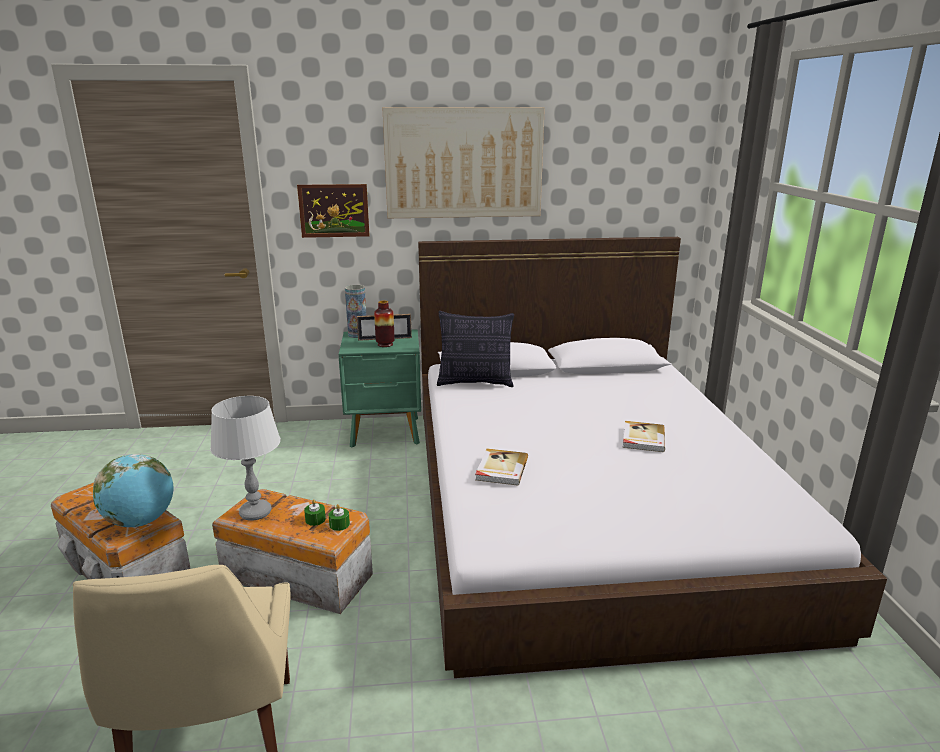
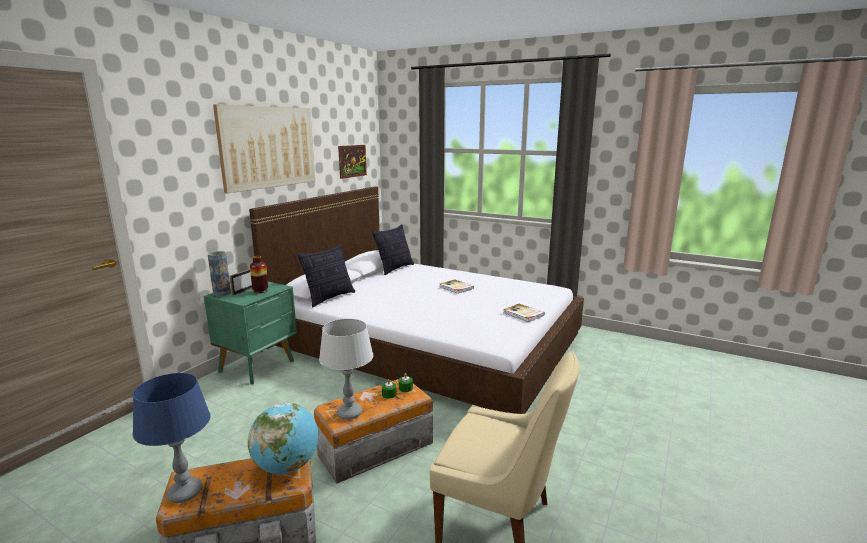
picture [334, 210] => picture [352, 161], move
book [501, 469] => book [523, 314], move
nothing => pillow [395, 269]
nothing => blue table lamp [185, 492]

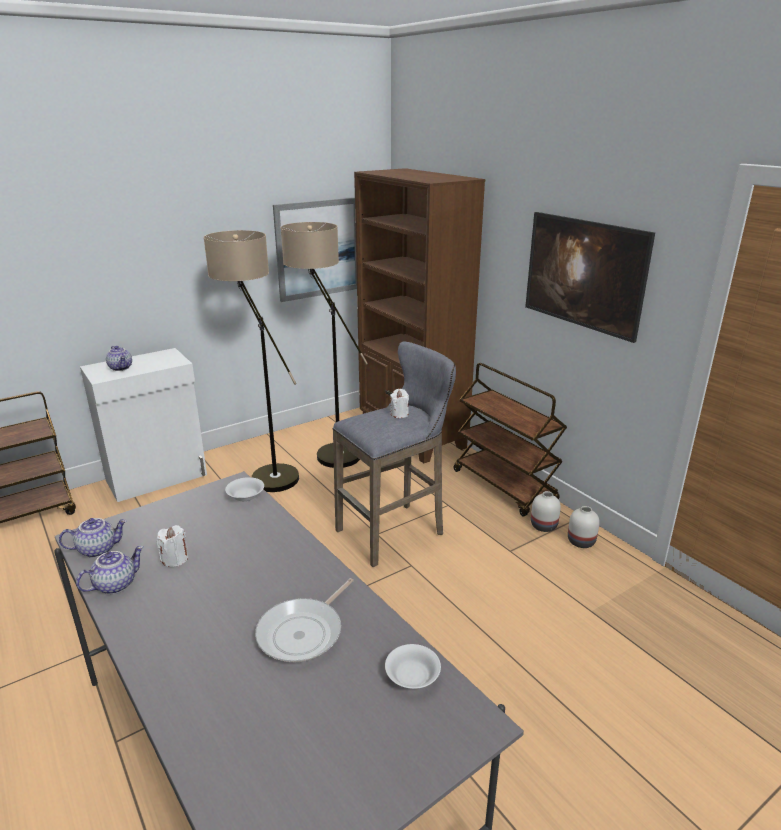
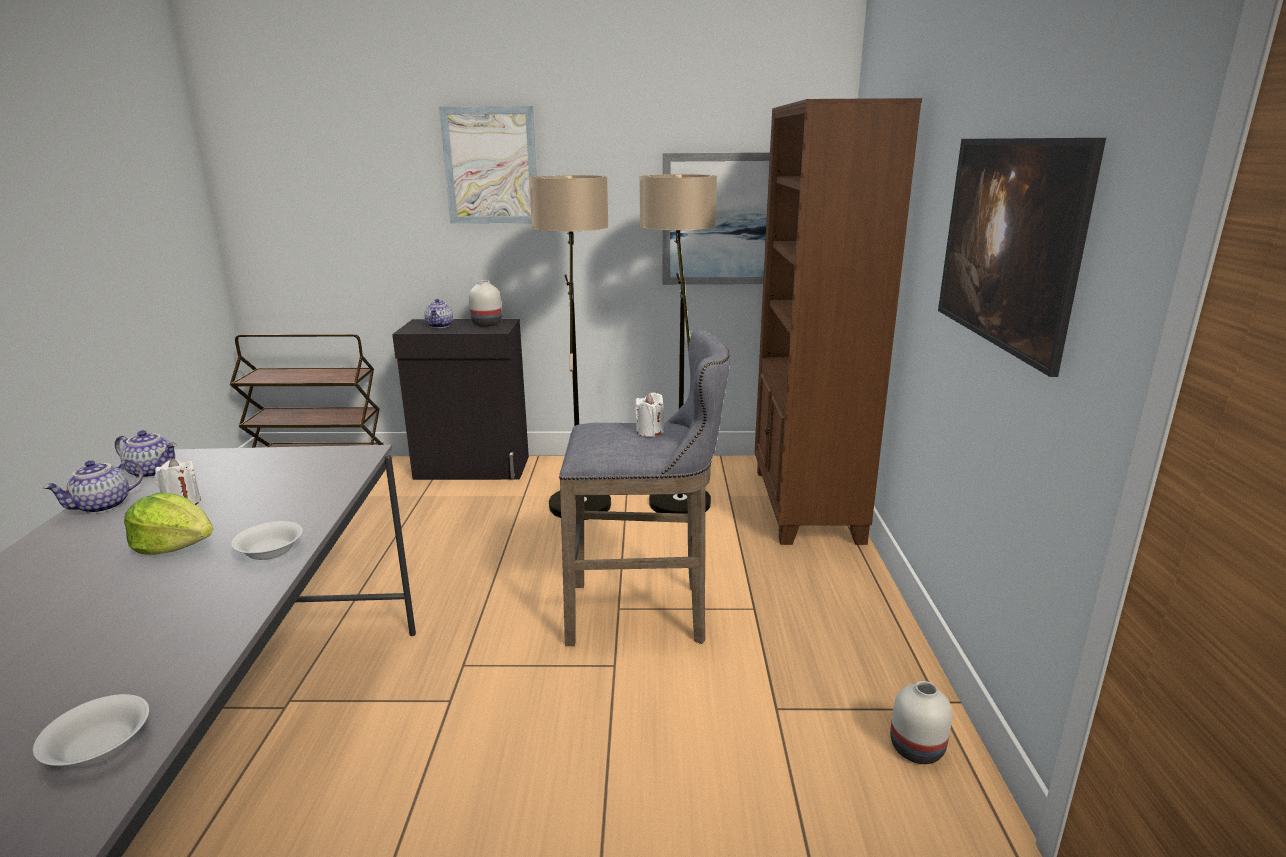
white cabinet [158, 478] => black cabinet [473, 468]
brown cart [504, 486] => nothing
white bowl [245, 496] => white bowl [269, 552], move
white vase [543, 526] => white vase [486, 324], move
teapot [115, 584] => teapot [103, 506], 135 degrees clockwise
frying pan [303, 632] => nothing
nothing => picture [491, 166]
nothing => lettuce [175, 546]

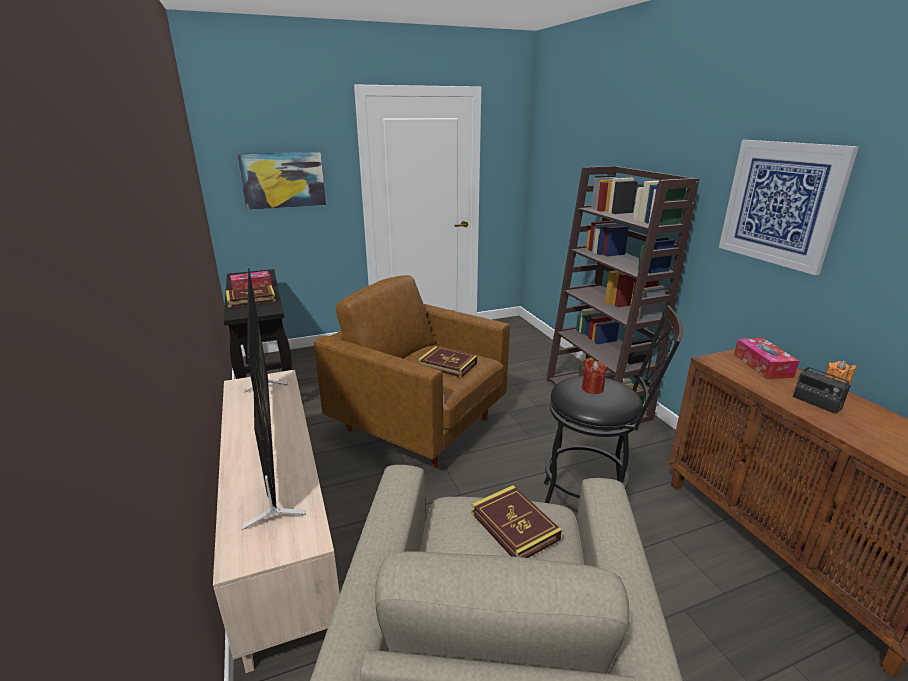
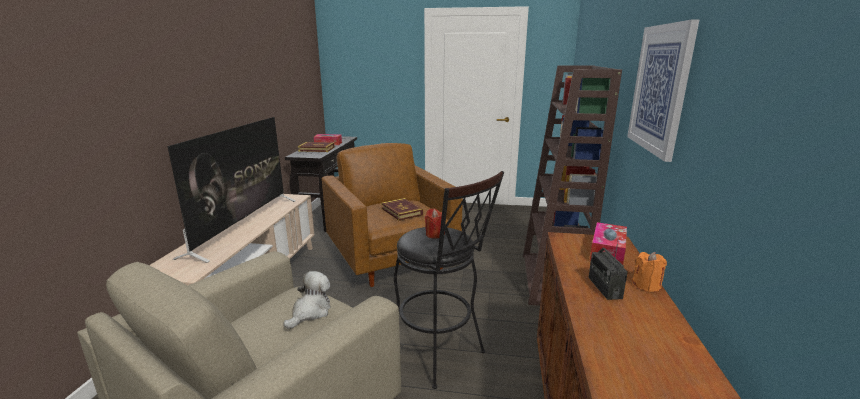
picture [283, 180] => nothing
book [514, 526] => plush toy [310, 312]

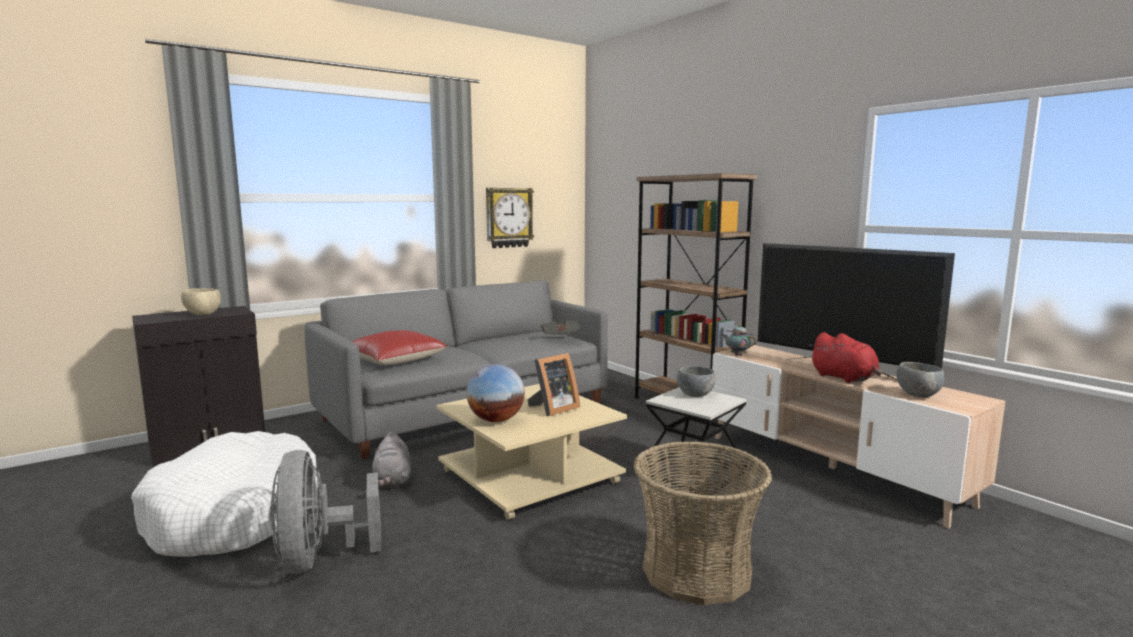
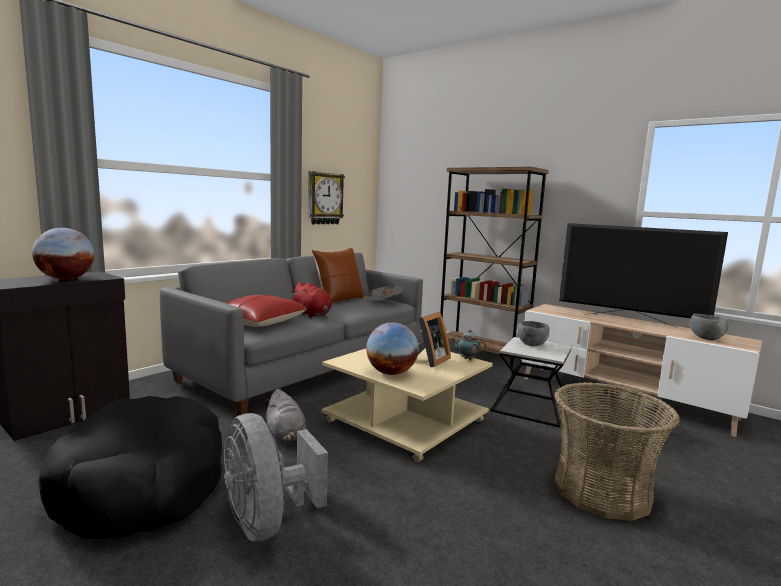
beige bowl [202, 314] => globe [66, 279]
teapot [737, 355] => teapot [466, 359], move
red plush toy [845, 378] => red plush toy [312, 315], move
white dog bed [234, 514] => black dog bed [143, 484]
nothing => brown pillow [338, 300]

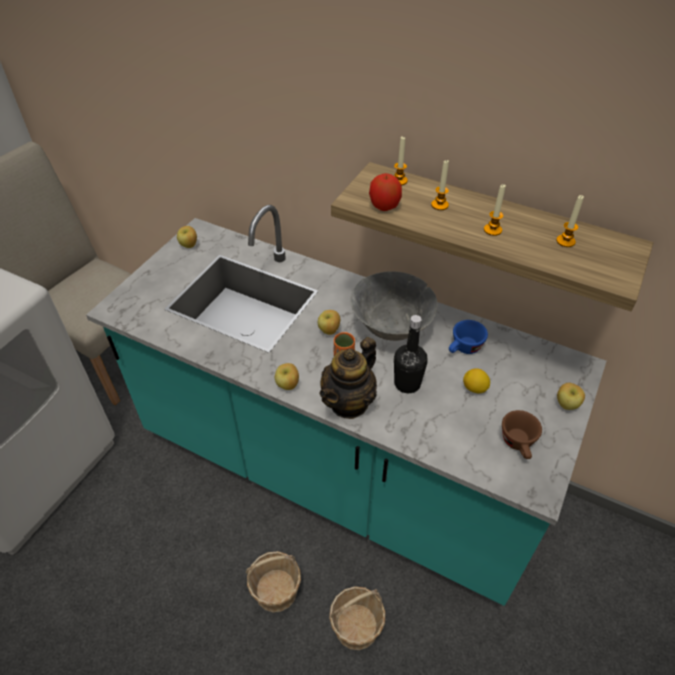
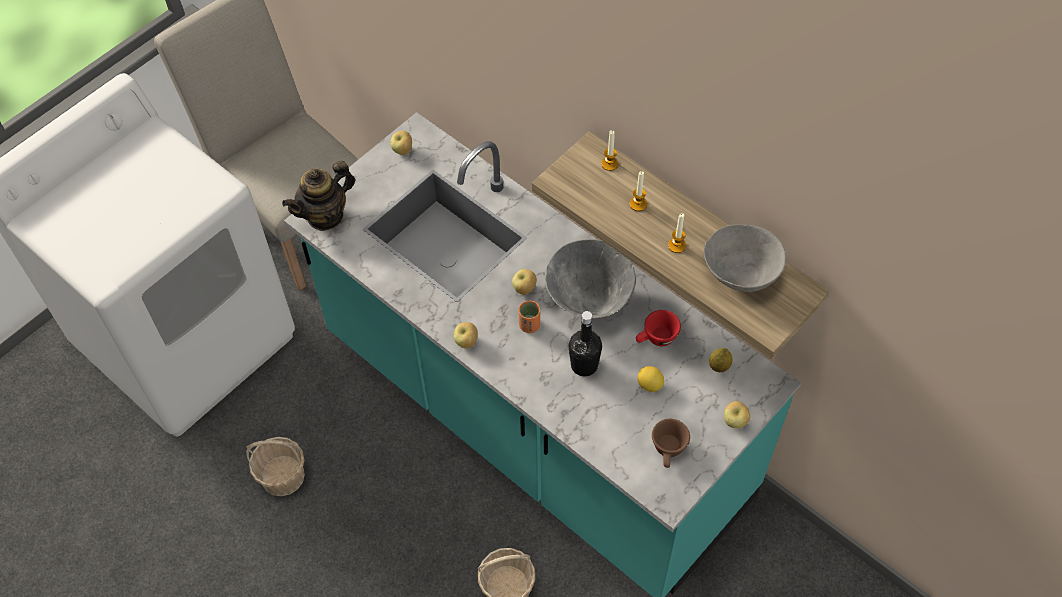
apple [384, 206] => nothing
candle [565, 241] => grey bowl [741, 273]
blue cup [463, 349] => red cup [656, 339]
teapot [349, 402] => teapot [325, 216], move
basket [276, 590] => basket [283, 476], move
nothing => lemon [719, 366]

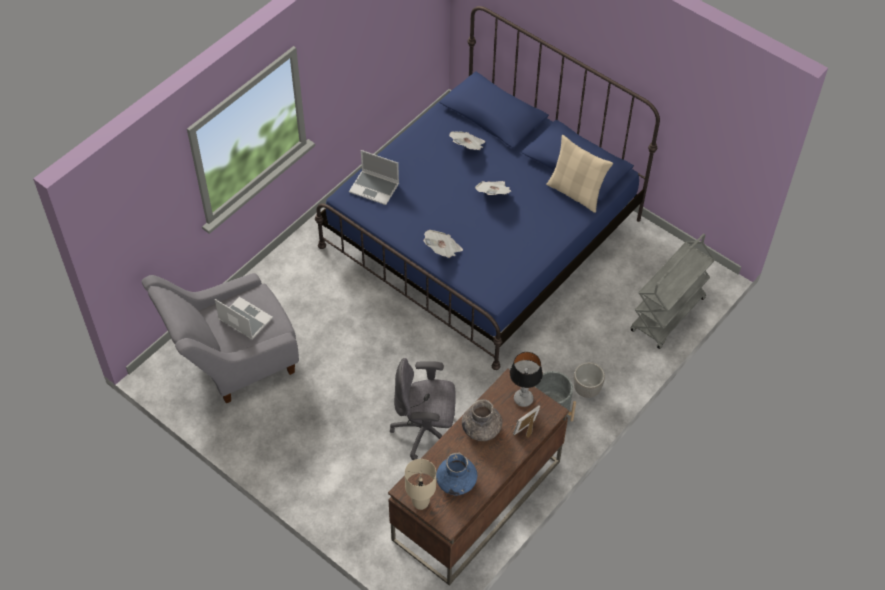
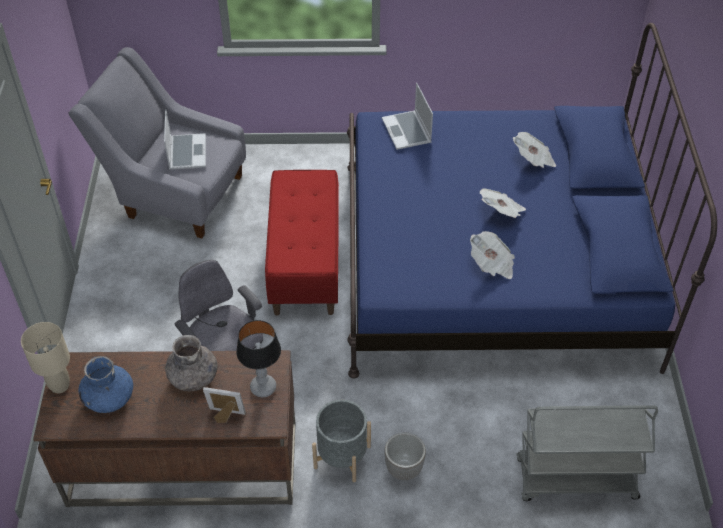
beige pillow [575, 193] => nothing
newspaper [443, 250] => newspaper [492, 264], move
nothing => red bench [306, 263]

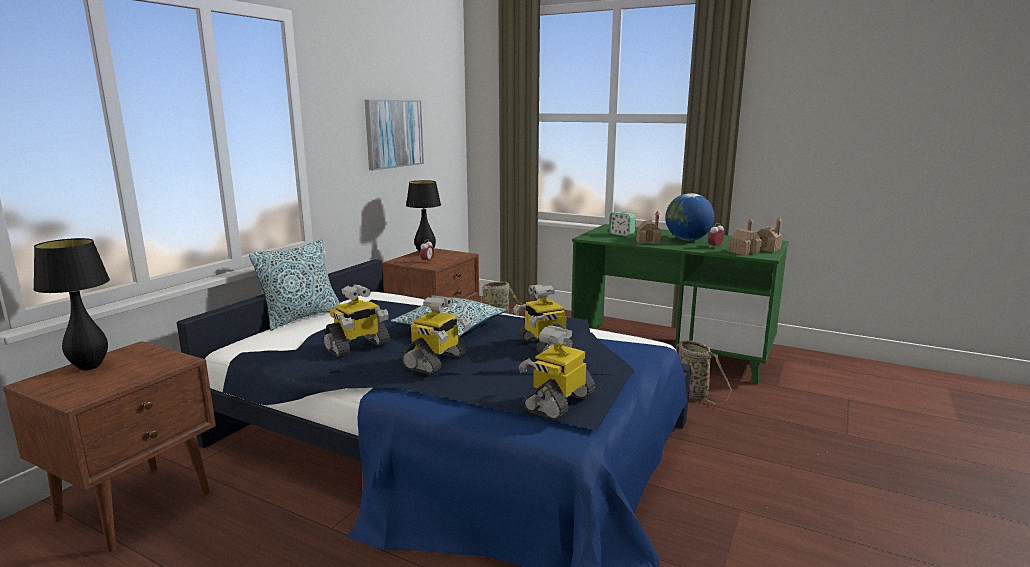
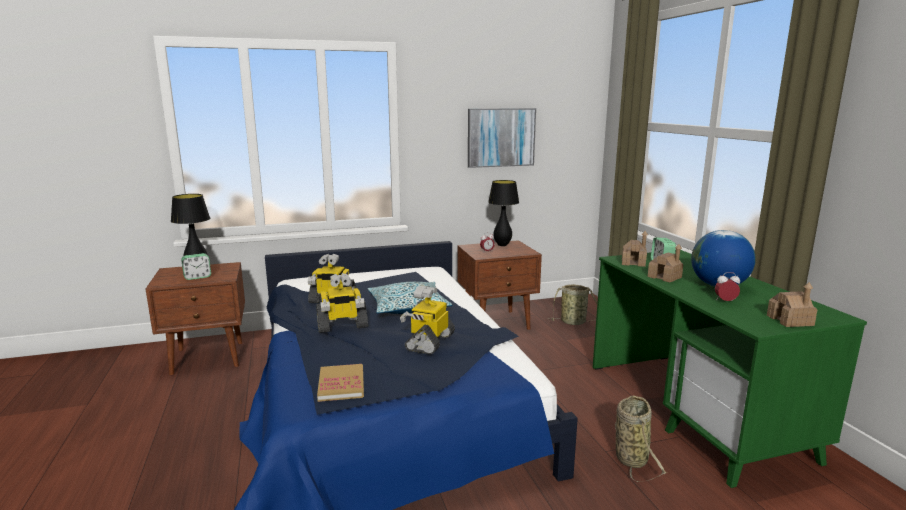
toy house [743, 252] => toy house [633, 262], move
pillow [301, 317] => nothing
toy robot [558, 402] => book [341, 385]
nothing => alarm clock [197, 277]

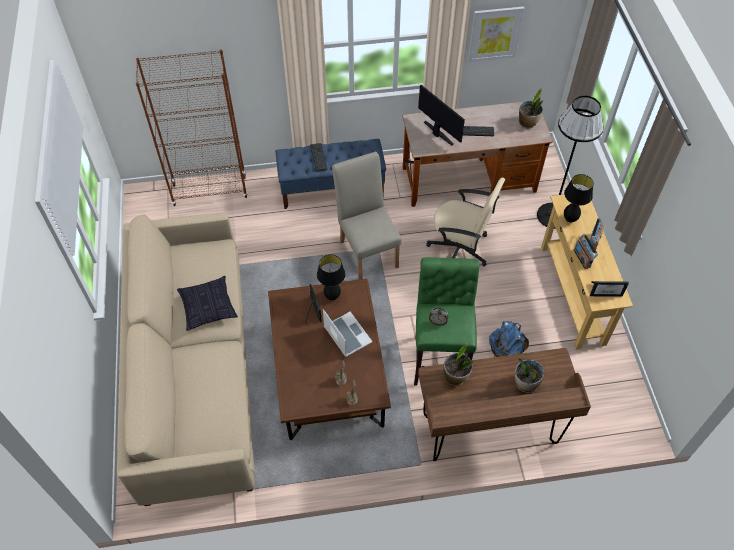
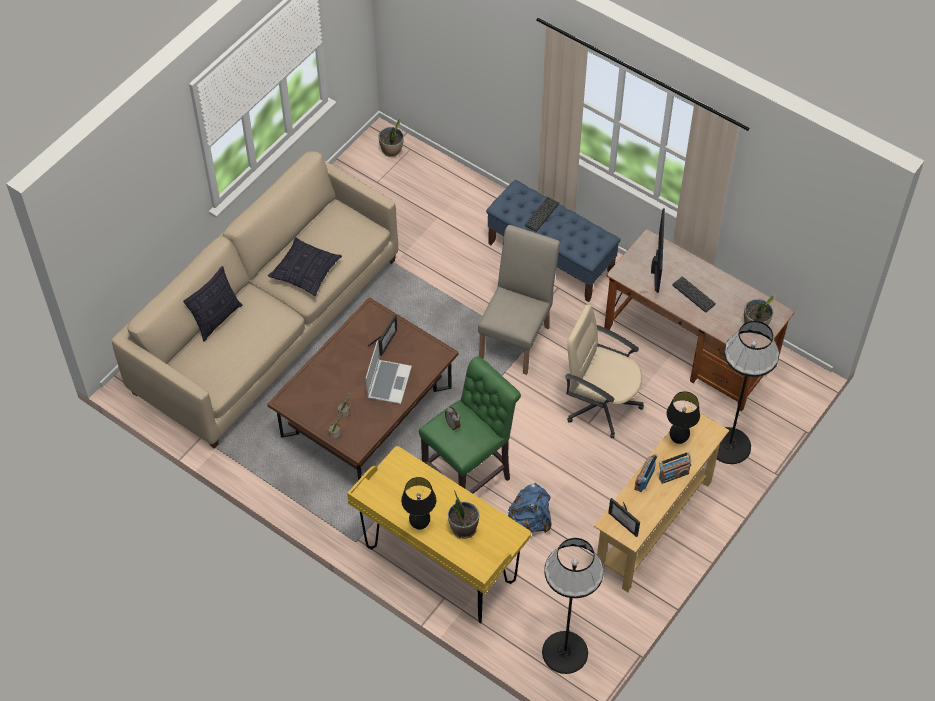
picture [495, 33] => nothing
brown bookcase [210, 191] => nothing
beige office chair [460, 249] => beige office chair [601, 403], 135 degrees clockwise
black table lamp [332, 296] => black table lamp [420, 524], move
potted plant [455, 376] => potted plant [392, 150], move
brown desk [489, 430] => yellow desk [440, 566]
nothing => pillow [217, 319]
nothing => black floor lamp [565, 652]

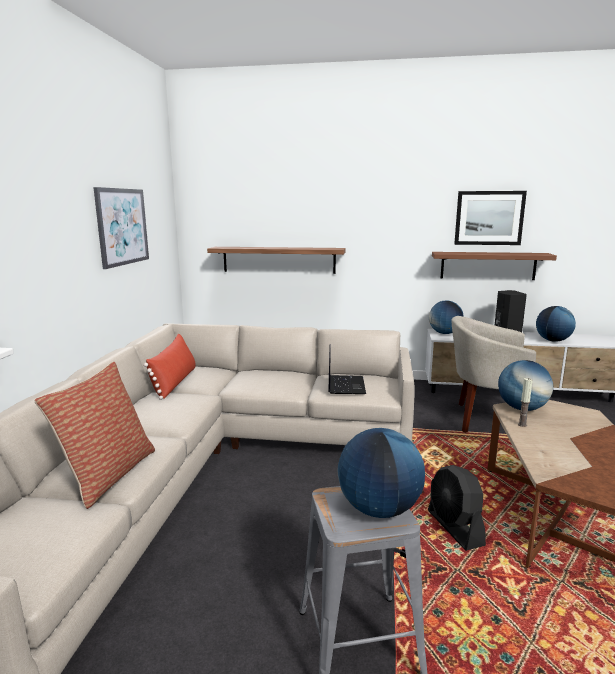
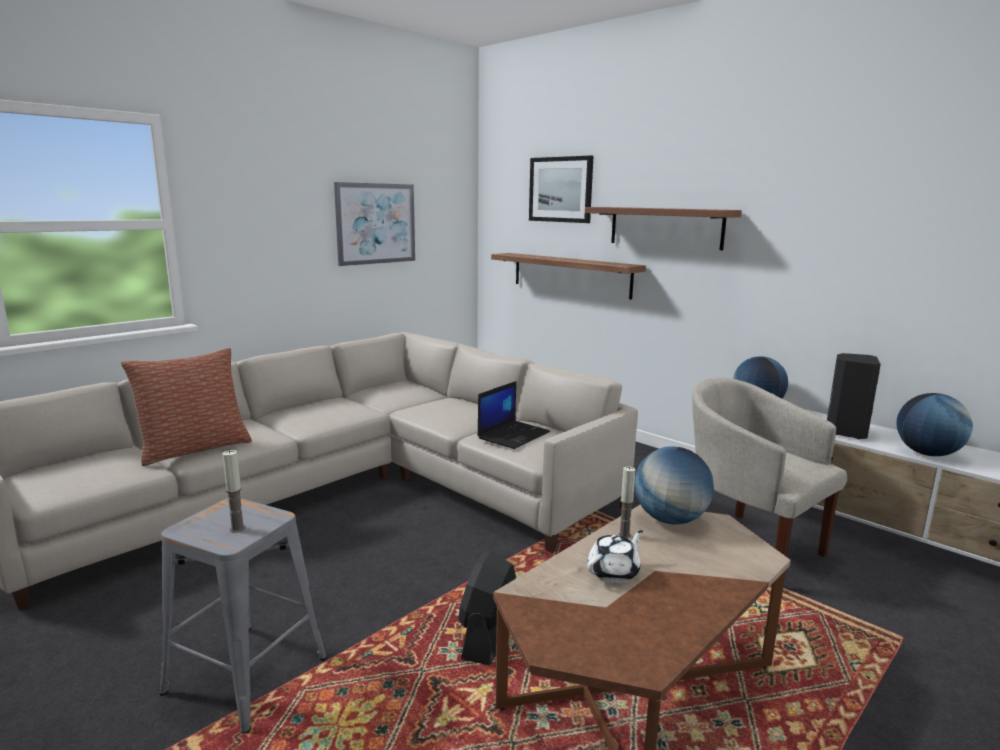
picture [489, 218] => picture [560, 189], move
brown shelf [488, 265] => brown shelf [665, 227], move
red pillow [175, 382] => nothing
globe [379, 509] => candle [237, 529]
nothing => white teapot [614, 572]

